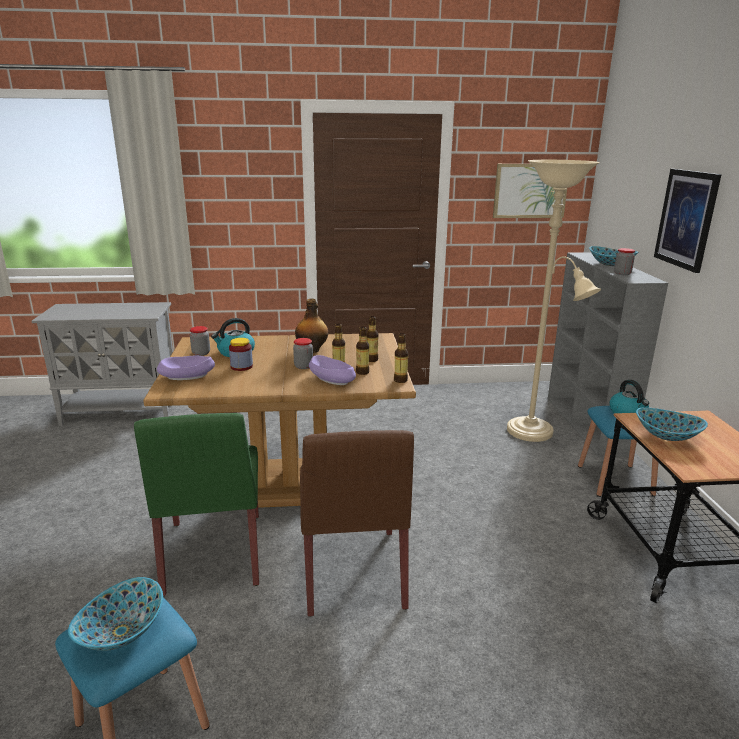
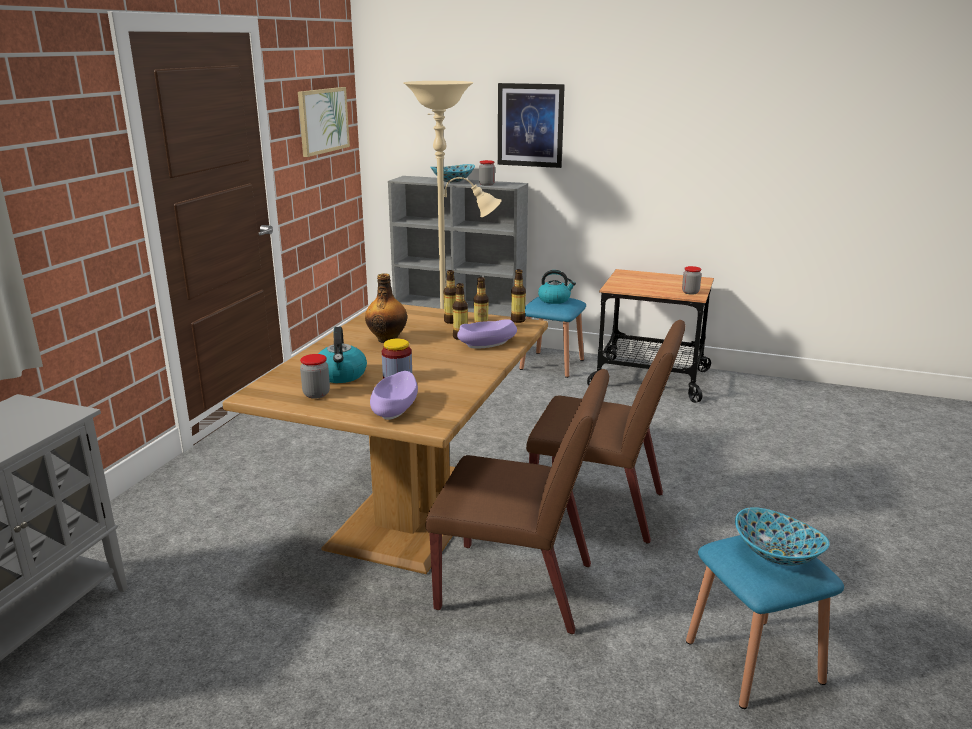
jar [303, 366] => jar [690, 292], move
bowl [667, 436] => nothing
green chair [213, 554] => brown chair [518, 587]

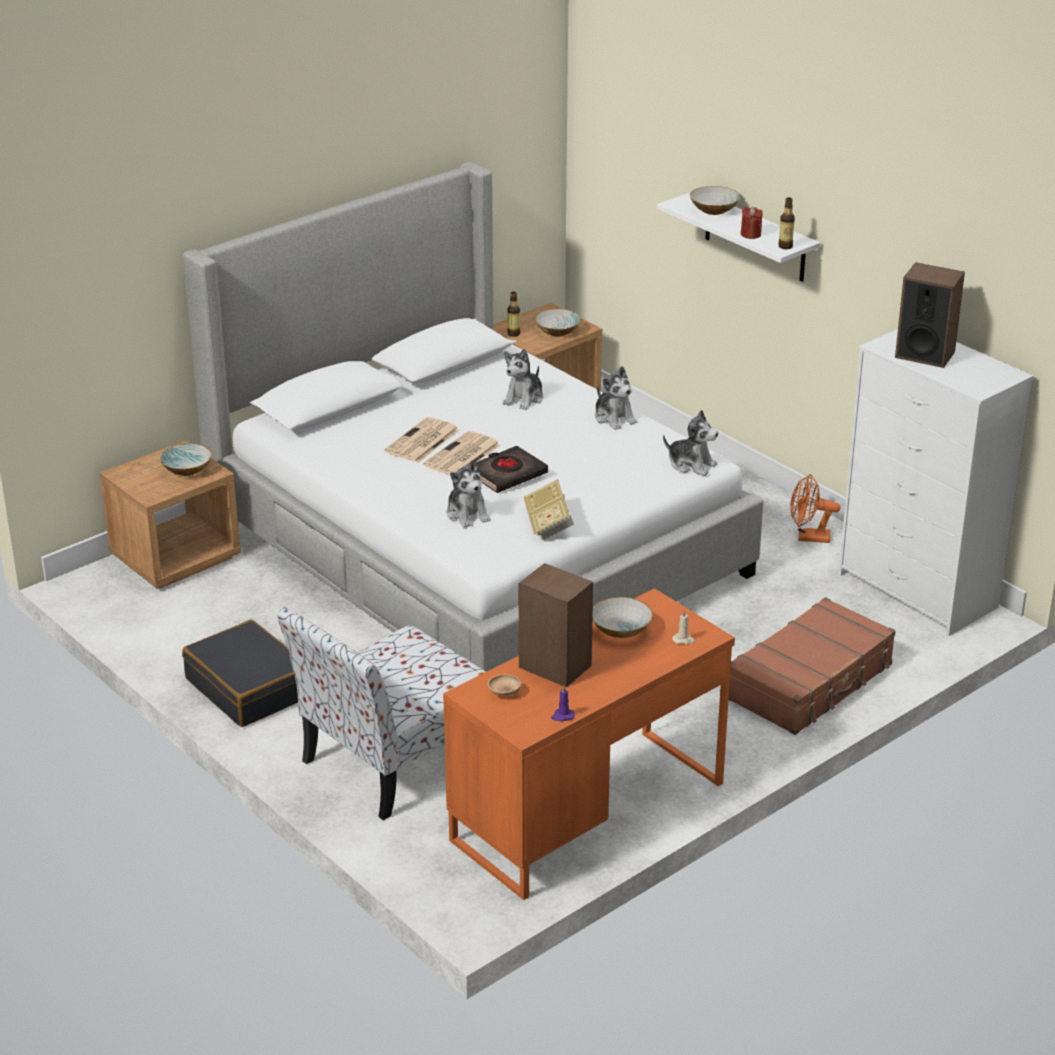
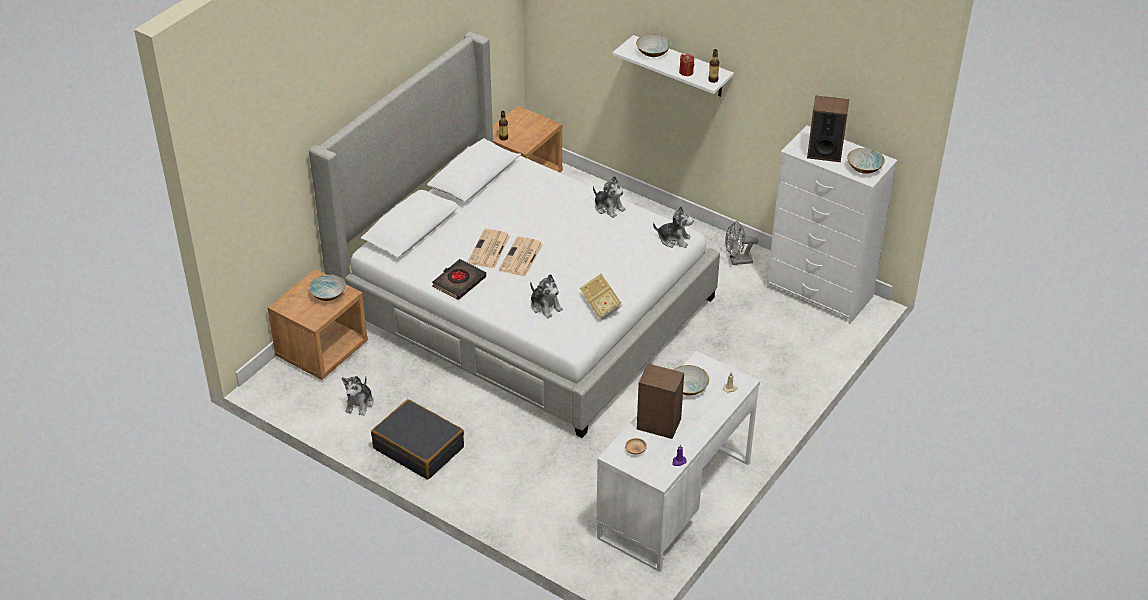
bowl [557, 332] => bowl [864, 168], move
plush toy [524, 399] => plush toy [360, 403], move
black book [507, 474] => black book [459, 282], move
orange fan [808, 537] => grey fan [737, 261]
orange desk [587, 811] => white desk [674, 499]
brown suitcase [810, 682] => nothing
chair [395, 760] => nothing

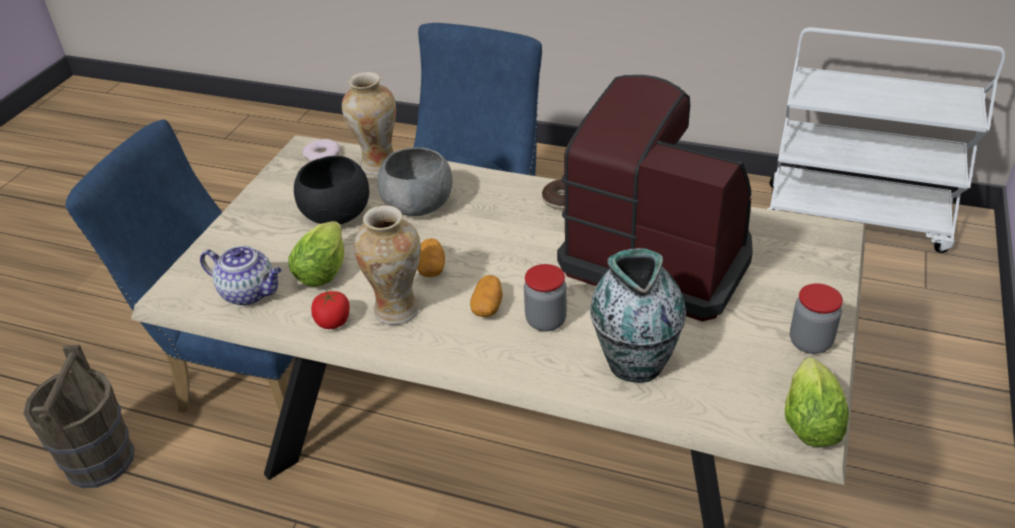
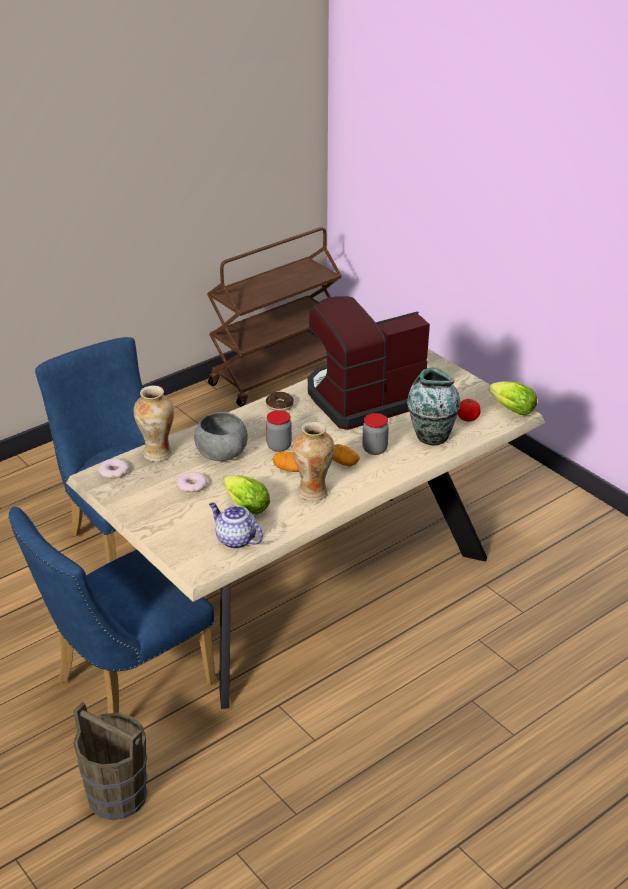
white cart [857, 217] => brown cart [276, 374]
black bowl [337, 214] => donut [192, 485]
teapot [250, 293] => teapot [235, 539], 105 degrees counterclockwise
jar [810, 342] => jar [279, 446], move
tomato [333, 321] => tomato [468, 418], move

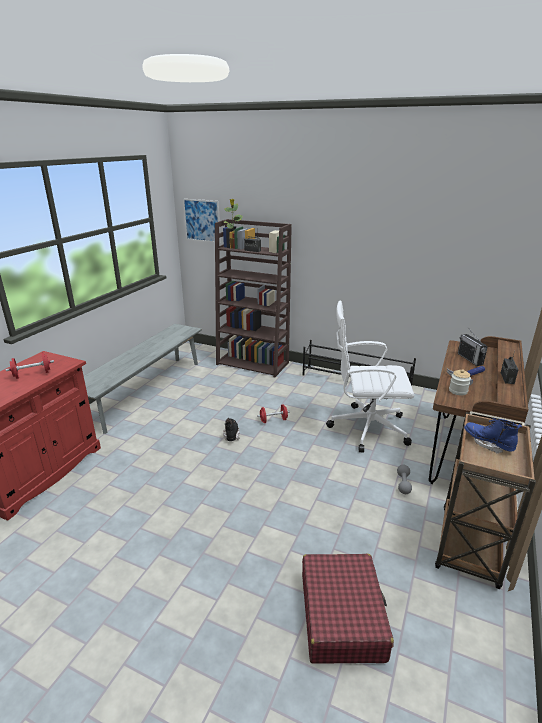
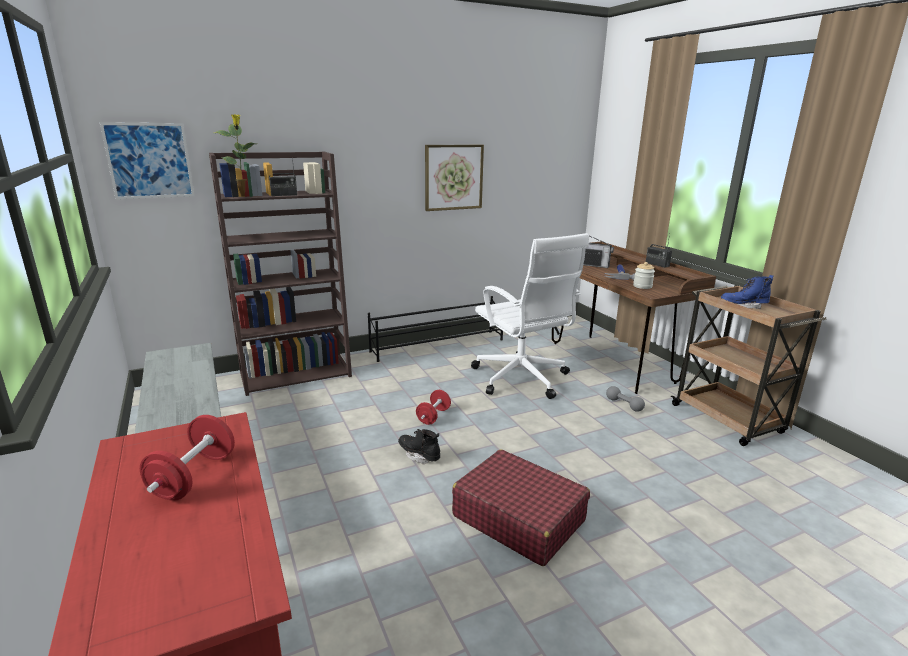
white office chair [366, 428] => white office chair [521, 379], 75 degrees counterclockwise
red suitcase [342, 615] => red suitcase [518, 518], move
nothing => picture [453, 177]

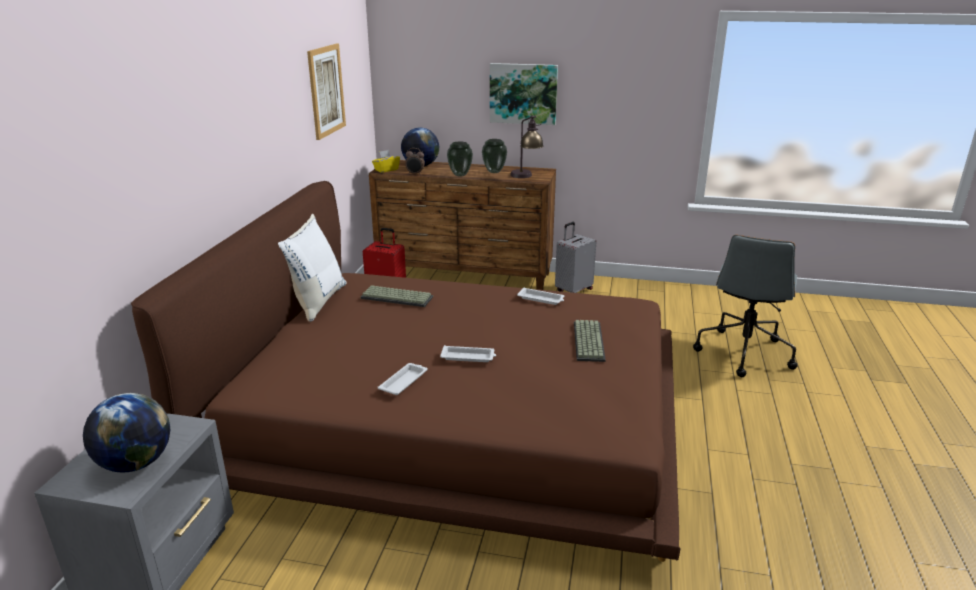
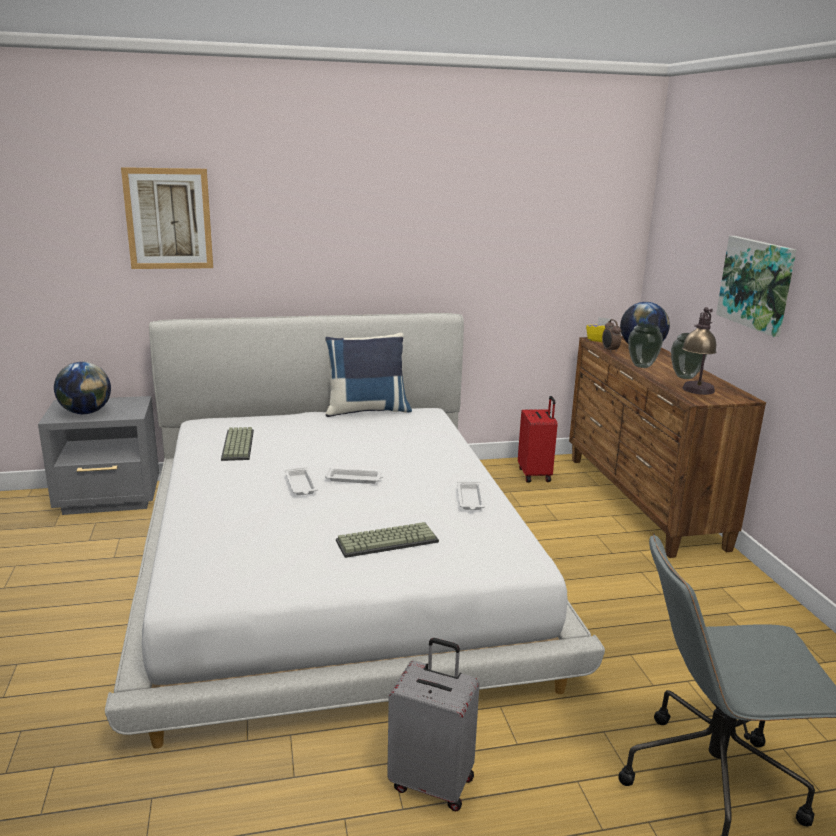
picture [326, 90] => picture [168, 219], move
brown bed [455, 421] => white bed [335, 565]
white pillow [315, 301] => blue pillow [367, 410]
grey suitcase [573, 290] => grey suitcase [433, 782], move
keyboard [398, 297] => keyboard [239, 445], move
white tray [404, 382] => white tray [354, 479], move

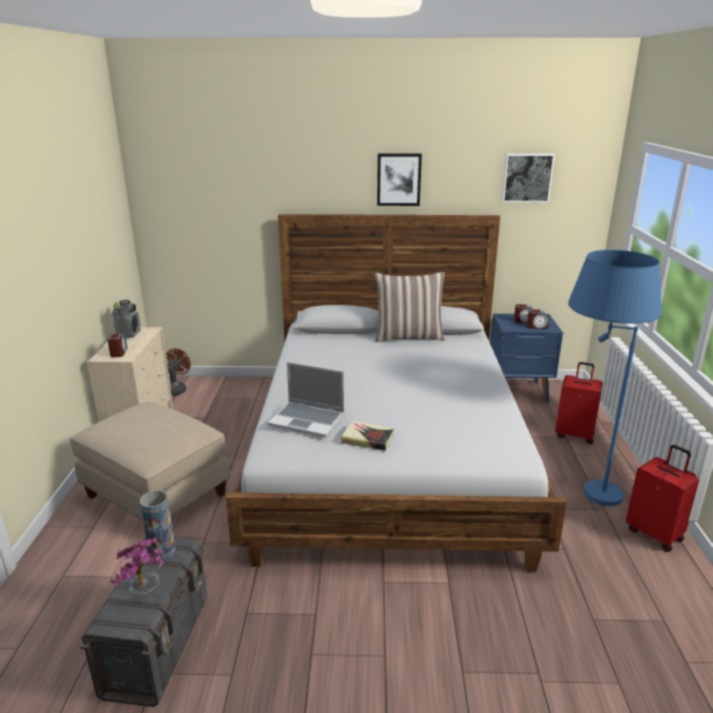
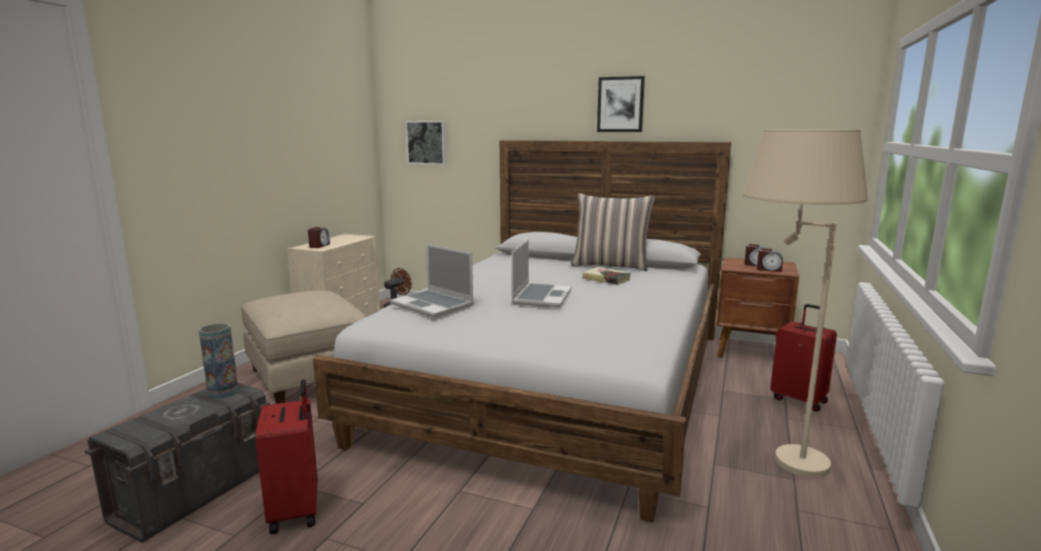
picture [527, 177] => picture [427, 142], move
blue floor lamp [580, 490] => beige floor lamp [772, 454]
radio [129, 334] => nothing
blue nightstand [519, 392] => brown nightstand [751, 352]
book [367, 439] => book [606, 279], move
red suitcase [655, 534] => red suitcase [296, 511], move
potted plant [144, 588] => nothing
nothing => laptop [541, 296]

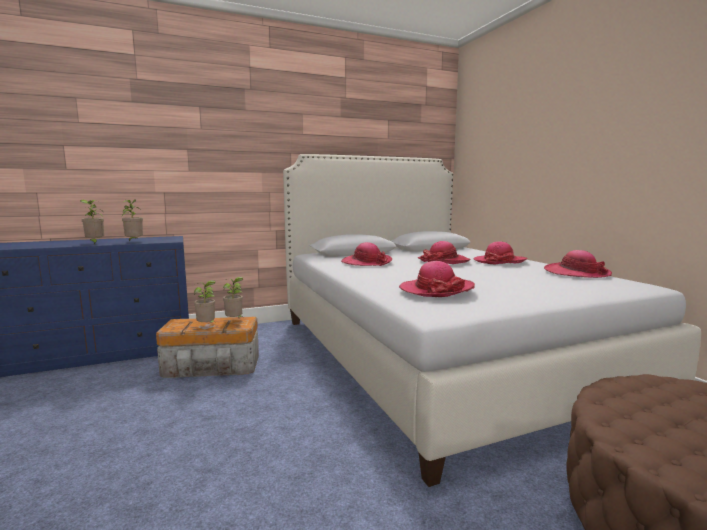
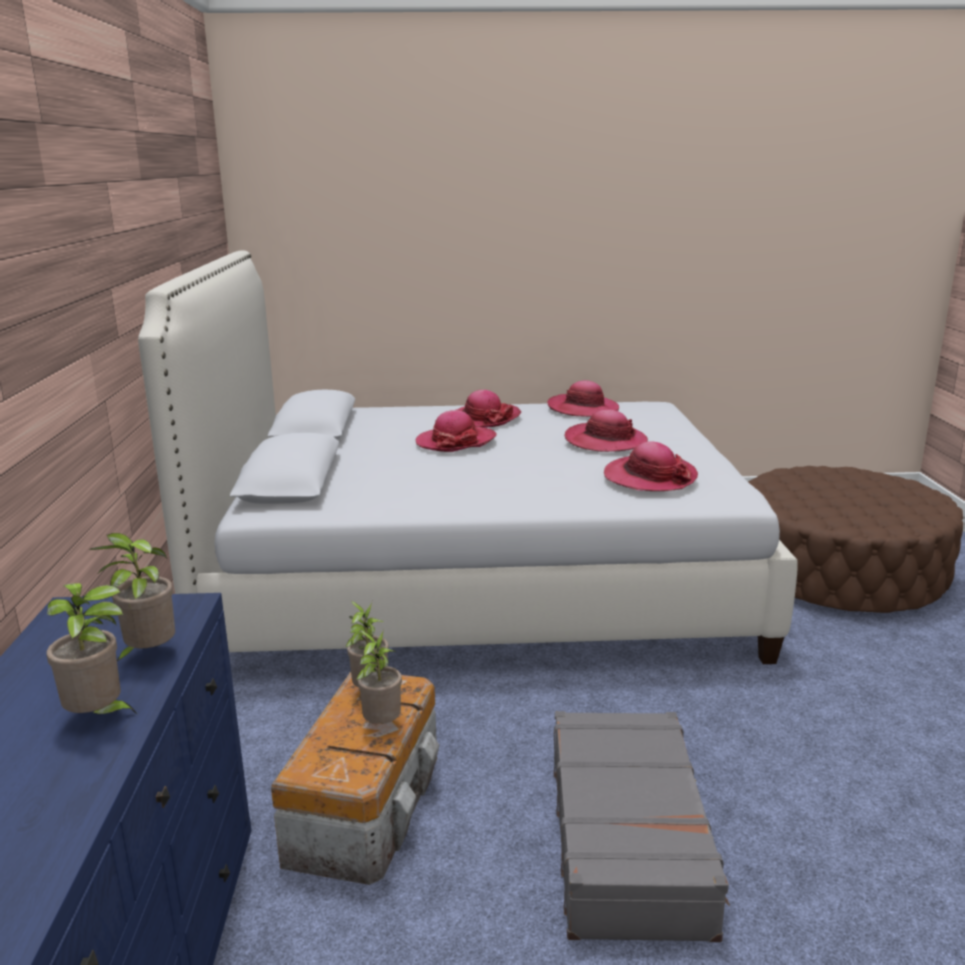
hat [366, 262] => hat [605, 441], move
nothing => grey suitcase [629, 839]

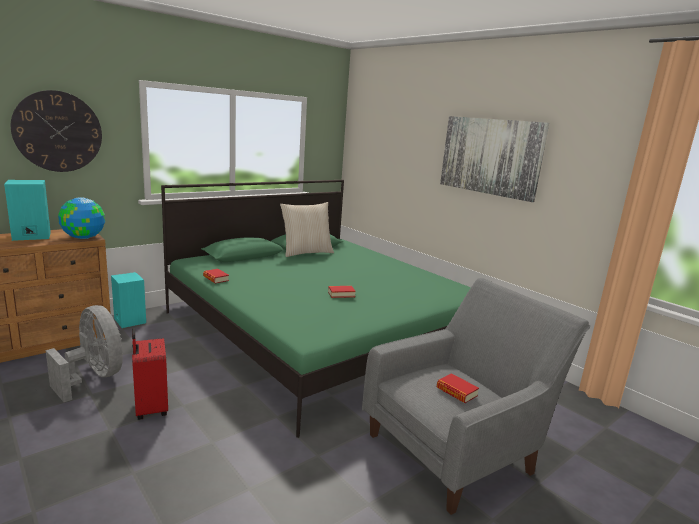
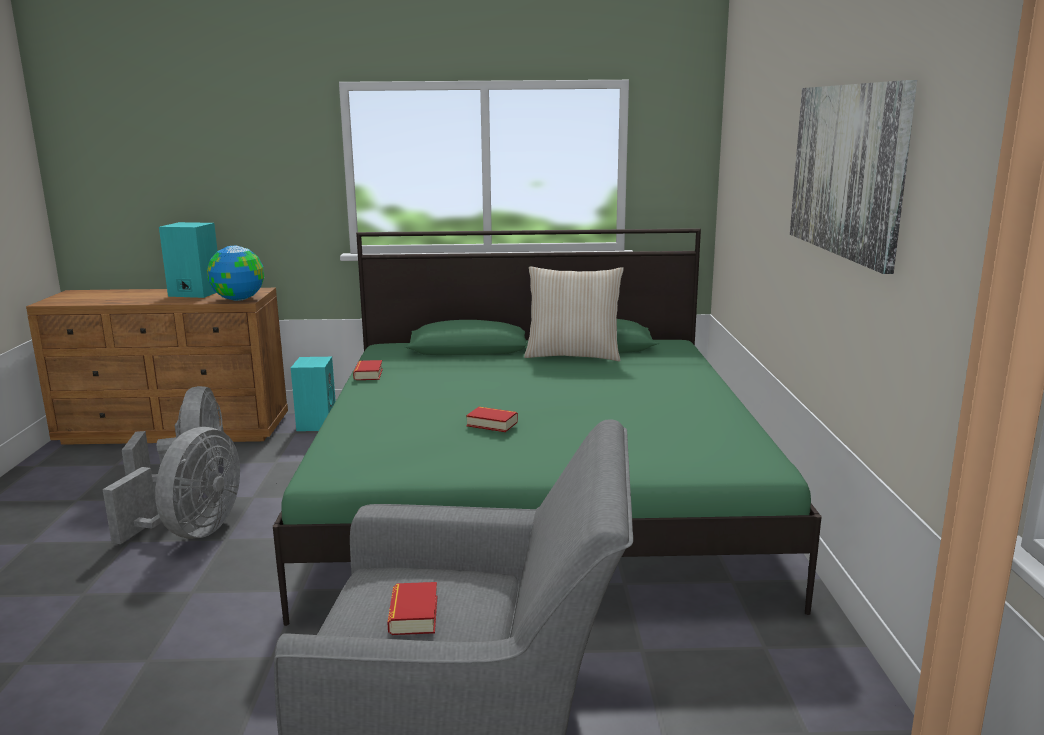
wall clock [58, 131] => nothing
red suitcase [150, 409] => grey fan [191, 532]

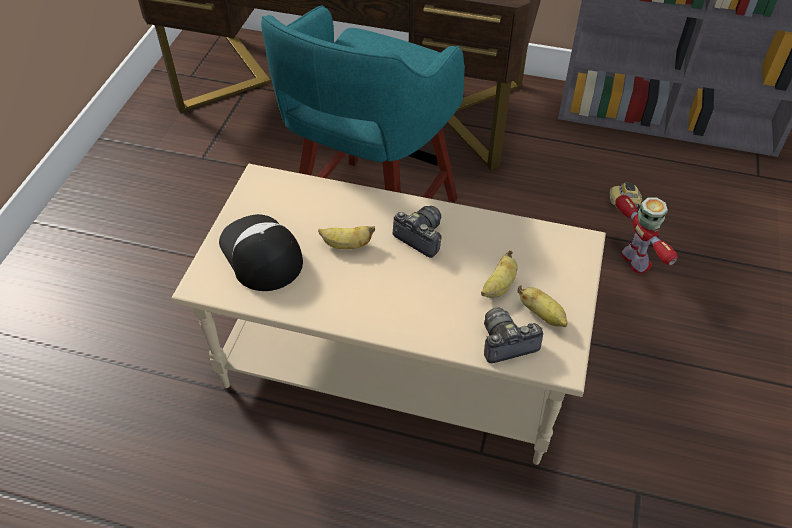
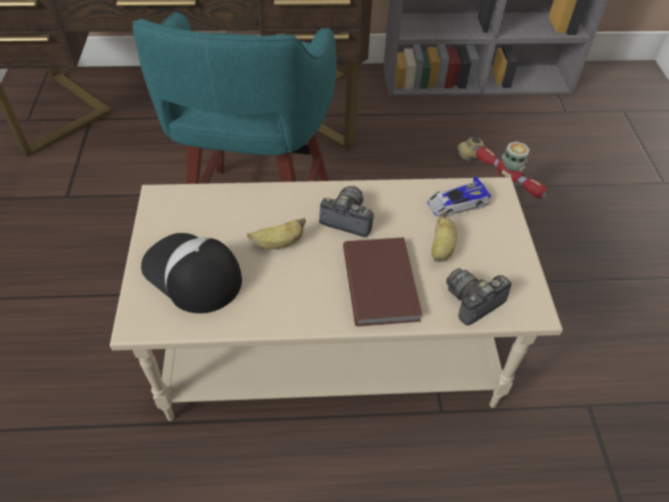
banana [542, 315] => nothing
nothing => toy car [456, 203]
nothing => brown book [382, 282]

